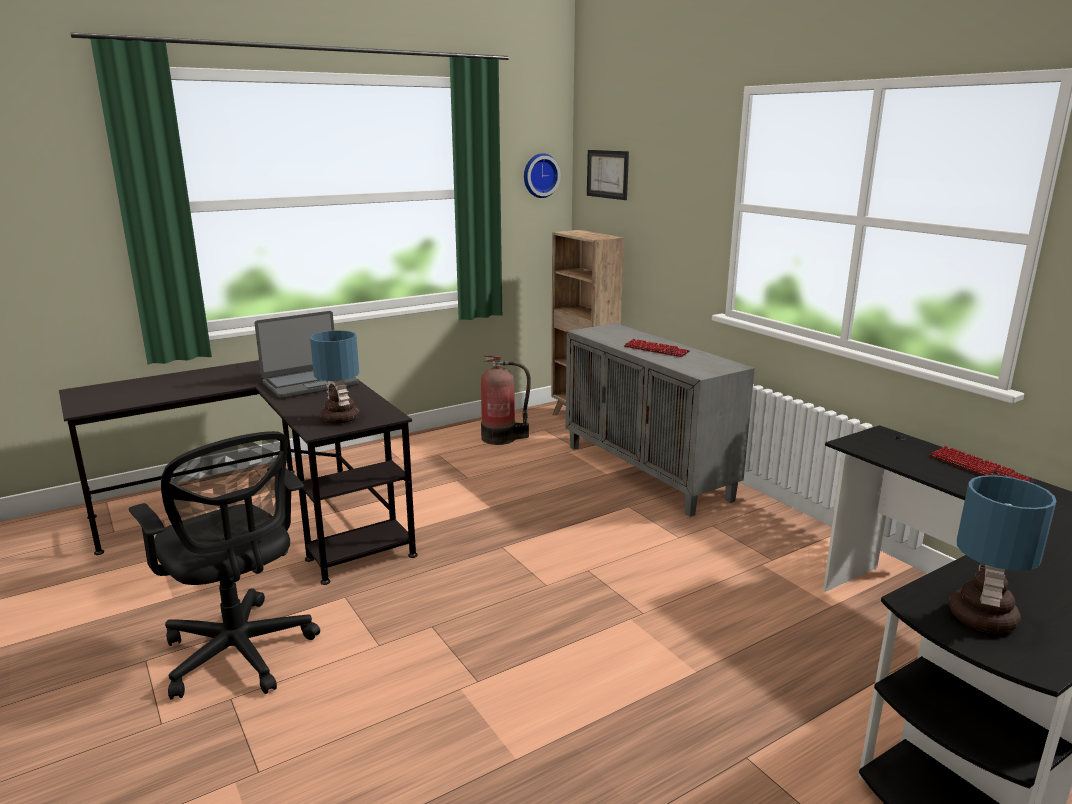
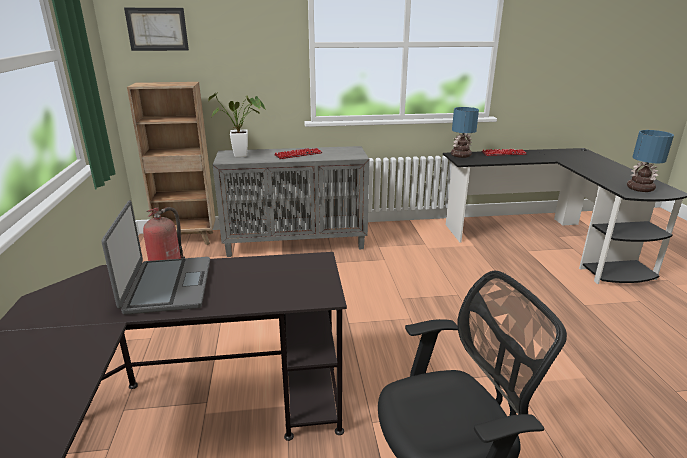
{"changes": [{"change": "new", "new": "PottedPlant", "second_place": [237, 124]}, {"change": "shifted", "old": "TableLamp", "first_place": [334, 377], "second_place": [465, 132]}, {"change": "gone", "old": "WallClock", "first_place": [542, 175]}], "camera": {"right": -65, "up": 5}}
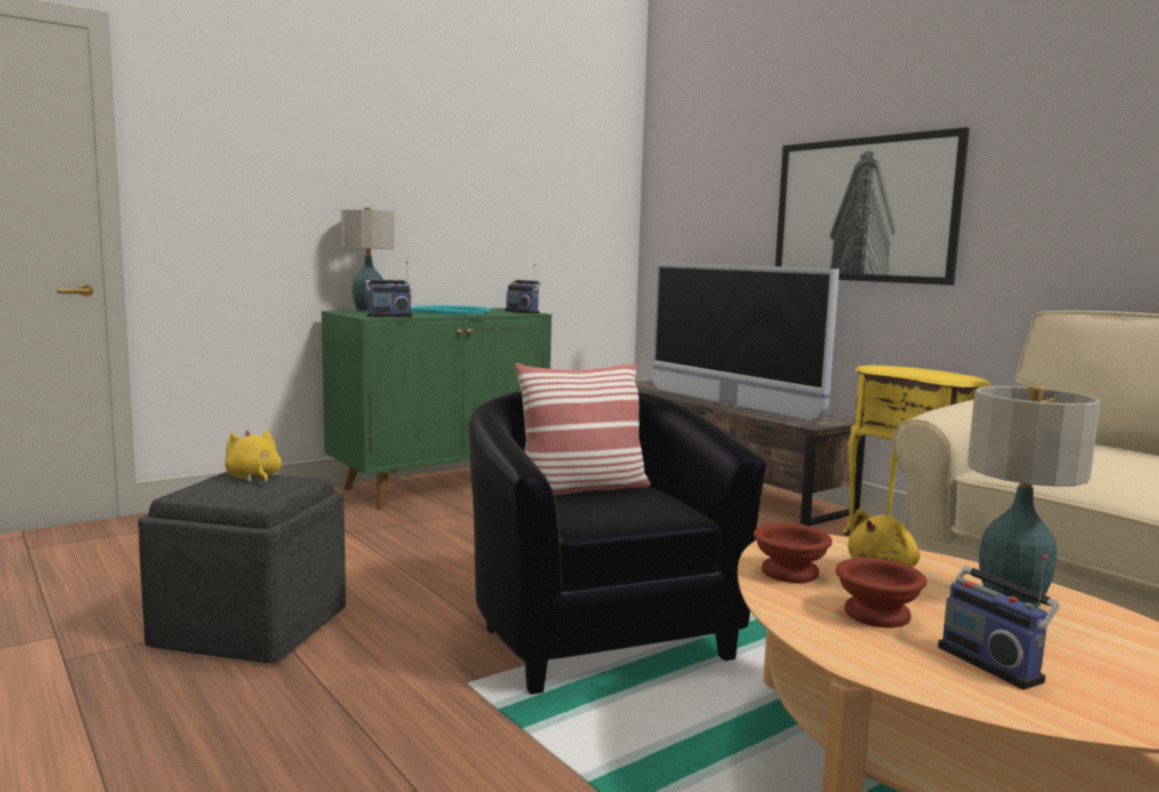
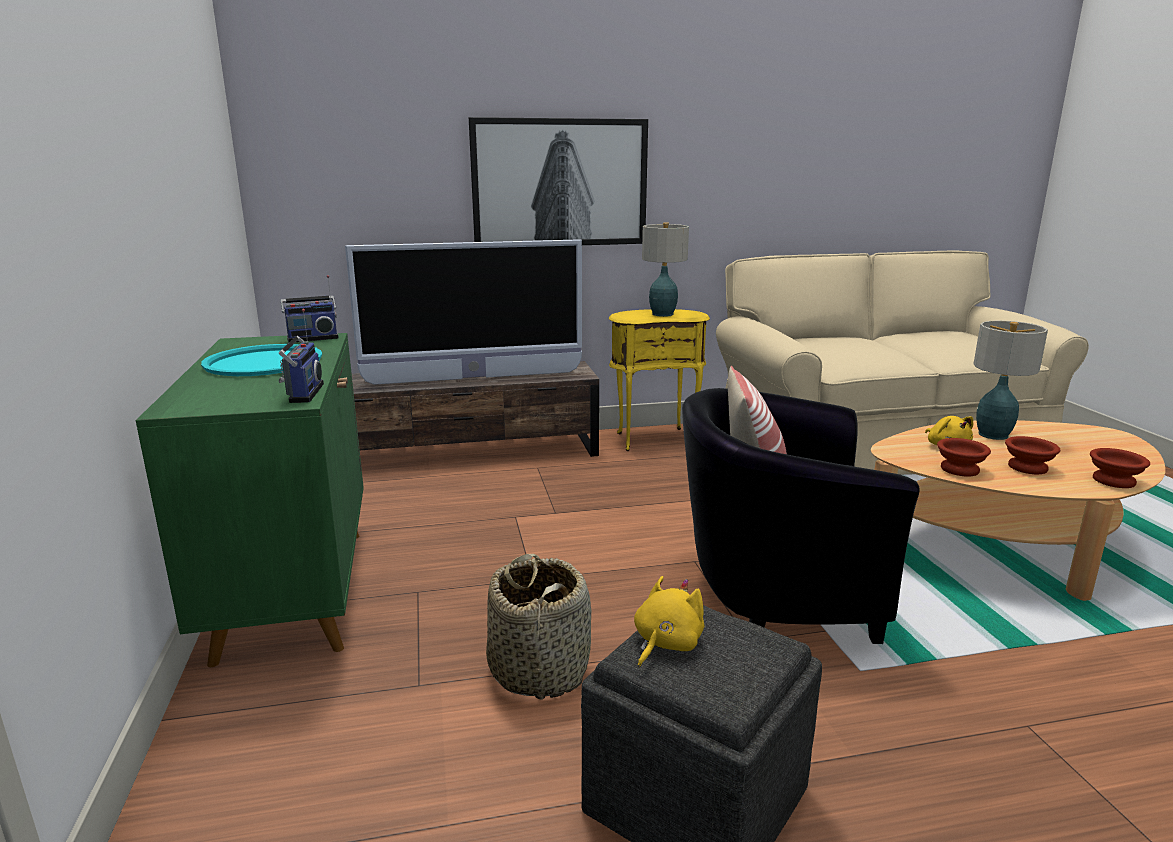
{"changes": [{"change": "new", "new": "Basket", "second_place": [538, 627]}, {"change": "rotated", "old": "YellowPlushToy", "first_place": [253, 456], "second_place": [669, 622], "degrees": 135}, {"change": "shifted", "old": "TableLamp", "first_place": [367, 259], "second_place": [665, 269]}, {"change": "new", "new": "BrownBowl", "second_place": [1120, 468]}, {"change": "gone", "old": "Radio", "first_place": [999, 622]}], "camera": {"right": -65, "up": 10}}
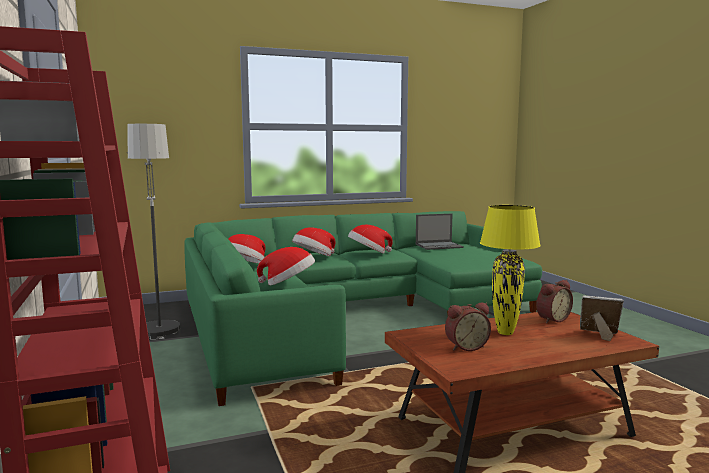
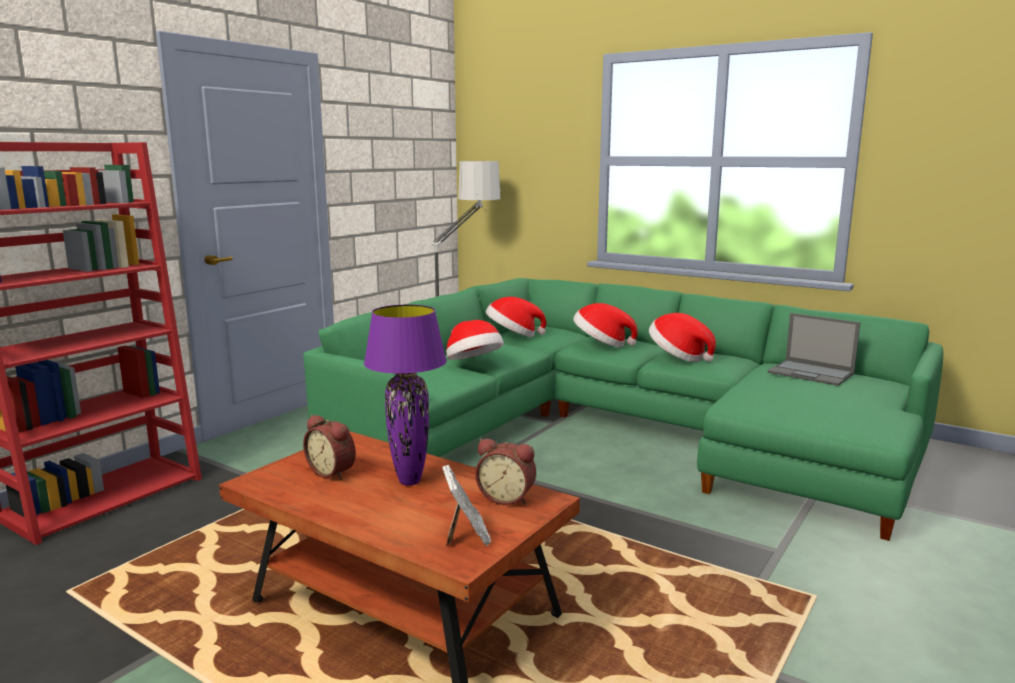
{"changes": [{"change": "repainted", "old": "YellowTableLamp", "new": "PurpleTableLamp", "first_place": [510, 270], "second_place": [405, 395]}], "camera": {"right": 55, "up": 5}}
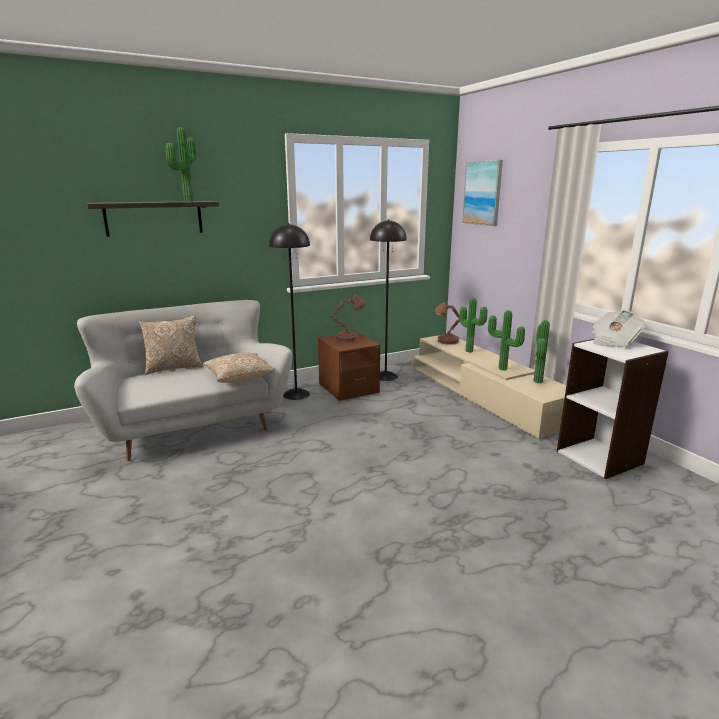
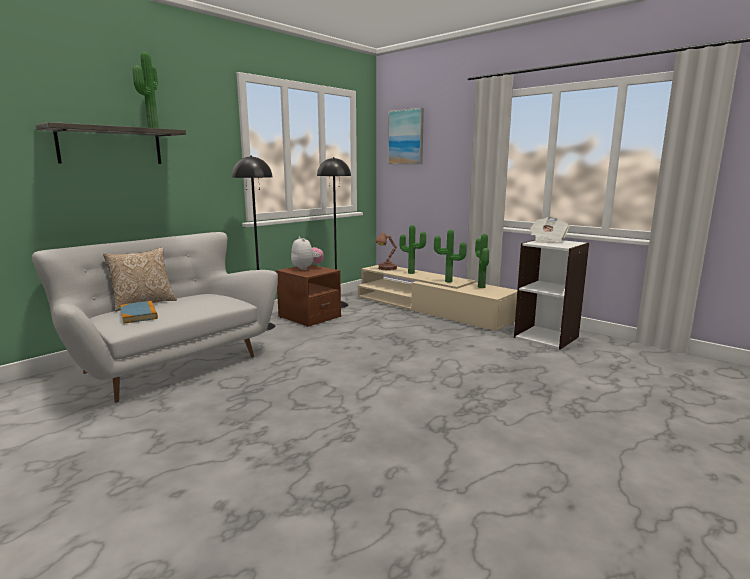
{"changes": [{"change": "new", "new": "Book", "second_place": [139, 312]}, {"change": "swapped", "old": "BrownTableLamp", "new": "PlushToy", "first_place": [348, 318], "second_place": [307, 253]}, {"change": "gone", "old": "Pillow", "first_place": [238, 368]}], "camera": {"right": -20, "up": -5}}
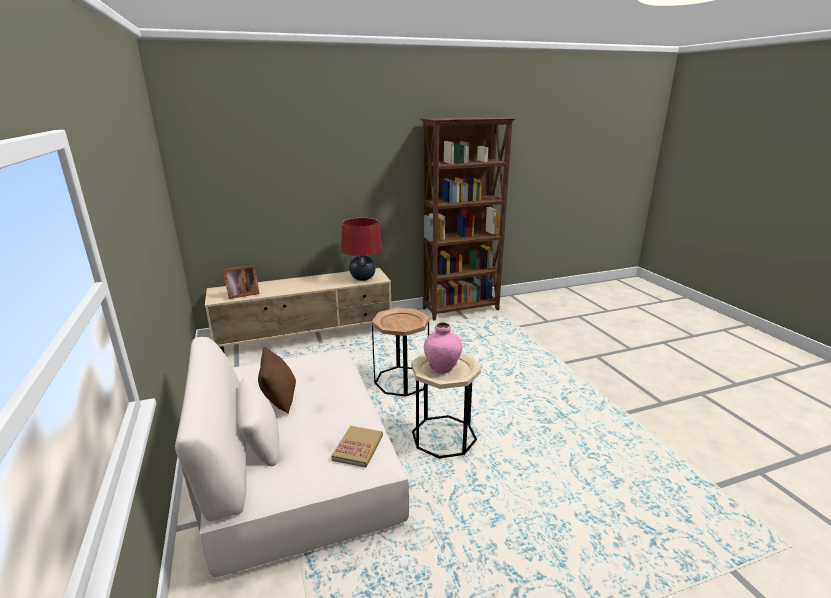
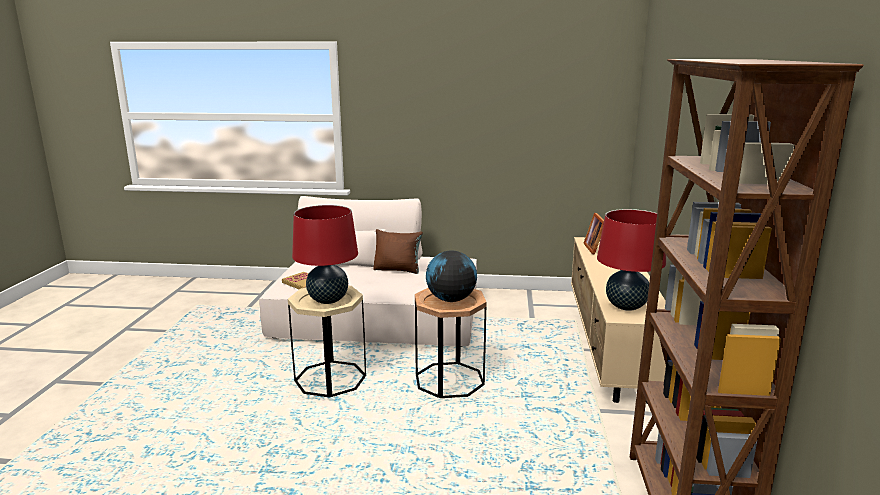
{"changes": [{"change": "swapped", "old": "PinkVase", "new": "RedTableLamp", "first_place": [443, 348], "second_place": [325, 254]}, {"change": "new", "new": "Globe", "second_place": [451, 276]}], "camera": {"right": 115, "up": -5}}
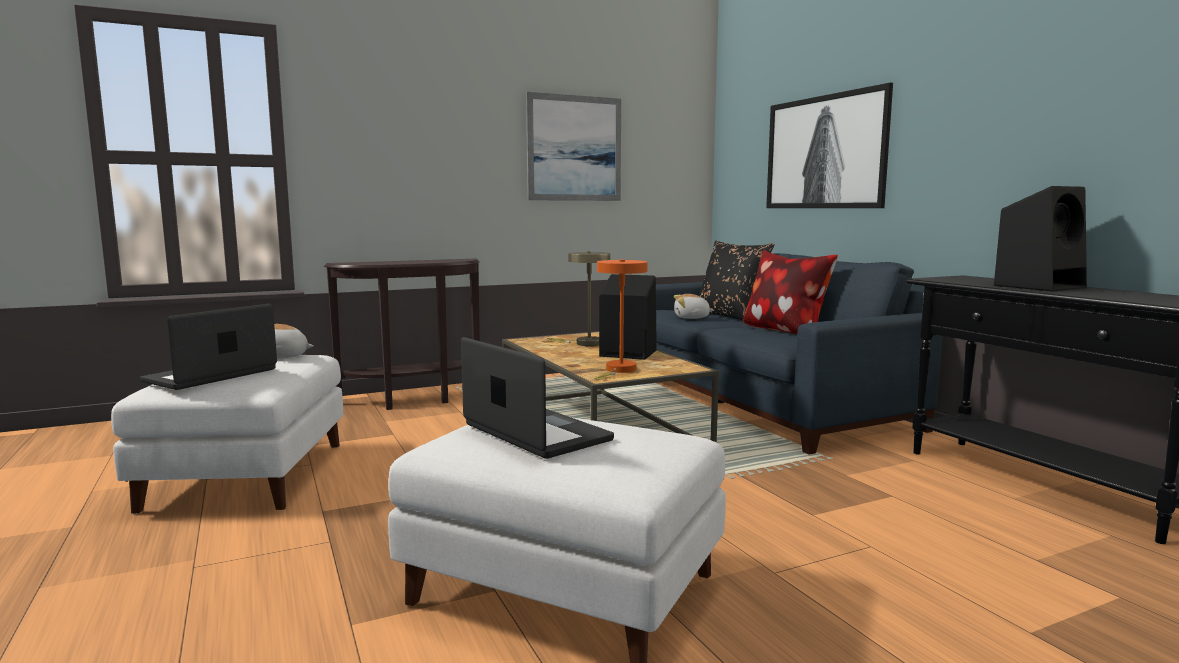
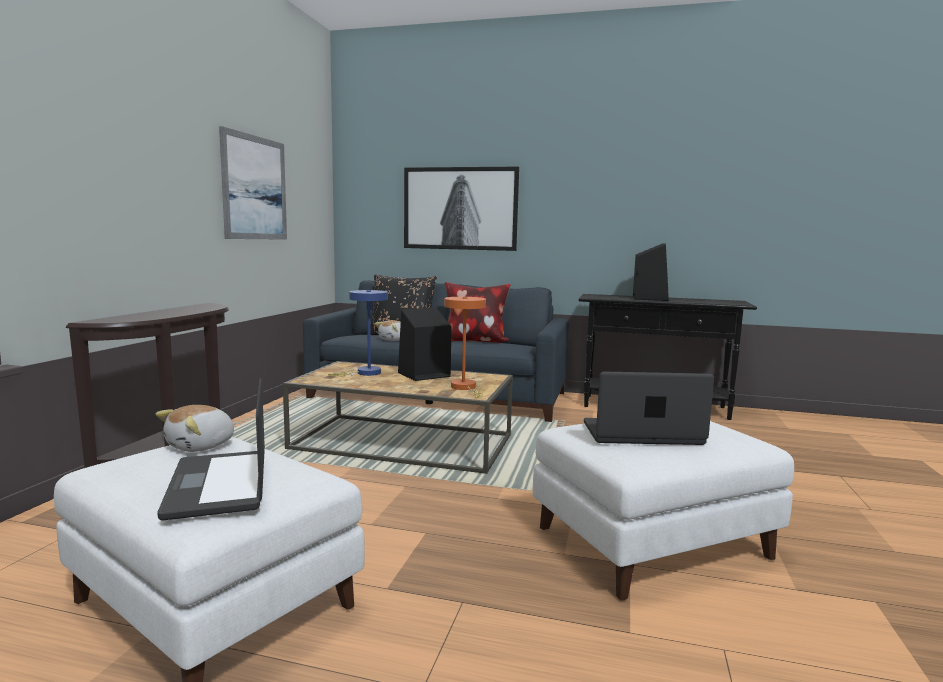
{"changes": [{"change": "repainted", "old": "BeigeTableLamp", "new": "BlueTableLamp", "first_place": [578, 298], "second_place": [358, 333]}], "camera": {"right": -50, "up": 0}}
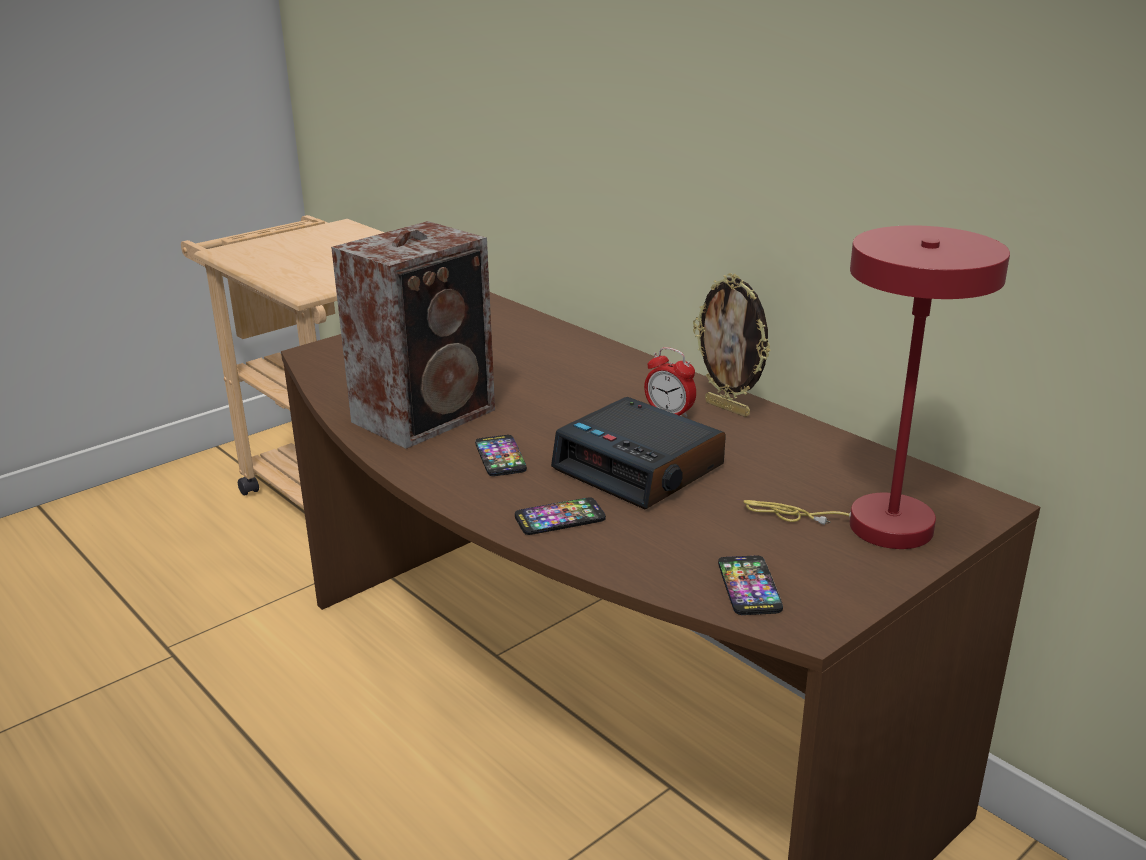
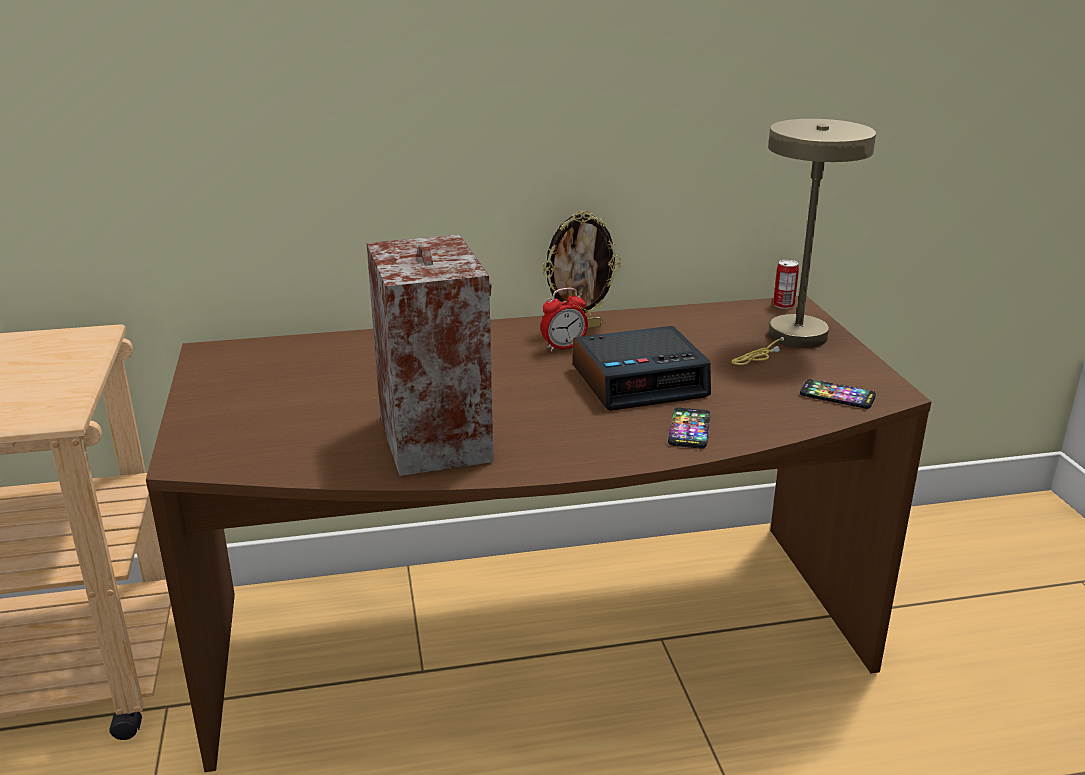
{"changes": [{"change": "repainted", "old": "RedTableLamp", "new": "BeigeTableLamp", "first_place": [876, 387], "second_place": [804, 242]}, {"change": "new", "new": "Can", "second_place": [786, 284]}, {"change": "gone", "old": "Phone", "first_place": [501, 455]}], "camera": {"right": -60, "up": 0}}
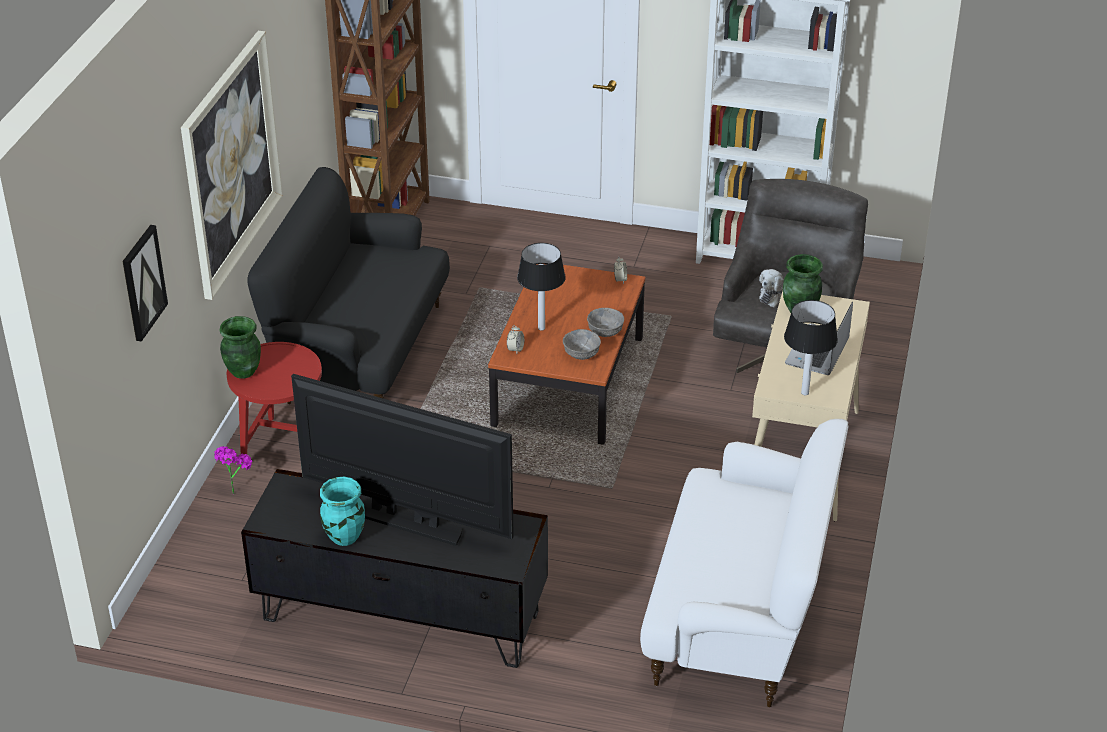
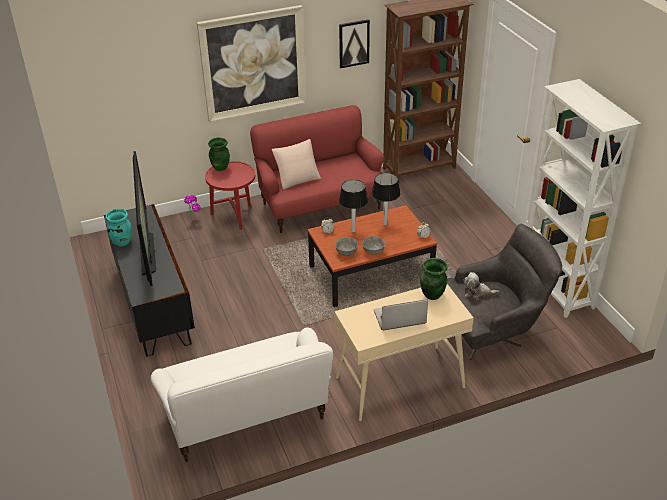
{"changes": [{"change": "repainted", "old": "BlackSofa", "new": "RedSofa", "first_place": [348, 285], "second_place": [317, 169]}, {"change": "new", "new": "BeigePillow", "second_place": [296, 164]}, {"change": "shifted", "old": "Picture", "first_place": [145, 283], "second_place": [354, 43]}, {"change": "shifted", "old": "TableLamp", "first_place": [811, 347], "second_place": [386, 199]}], "camera": {"right": 55, "up": 0}}
